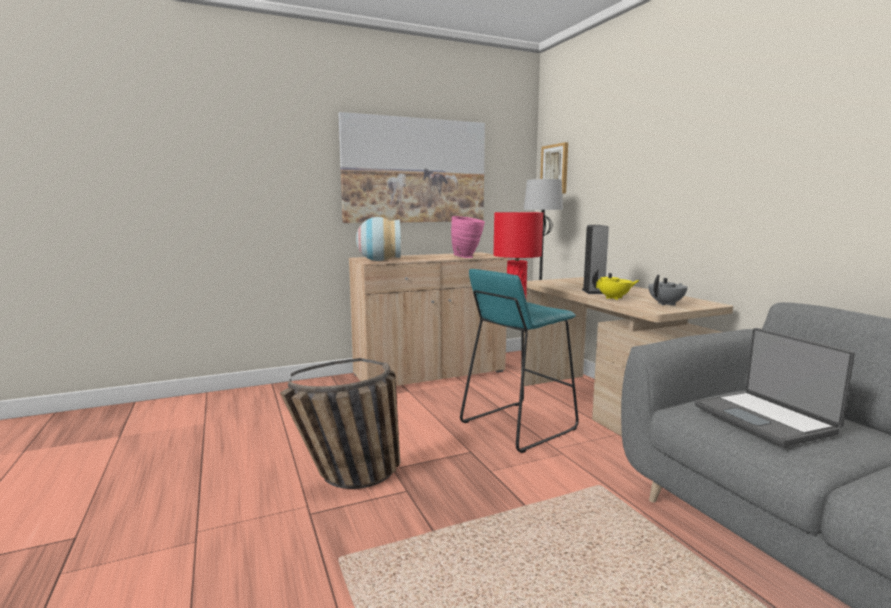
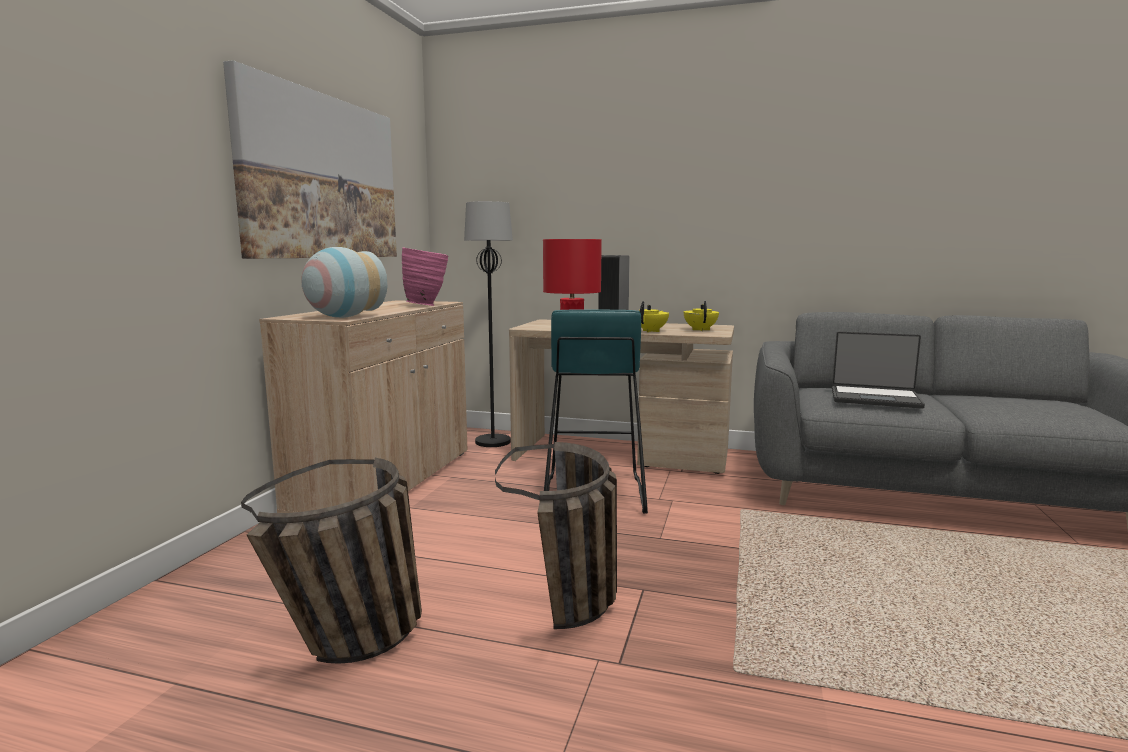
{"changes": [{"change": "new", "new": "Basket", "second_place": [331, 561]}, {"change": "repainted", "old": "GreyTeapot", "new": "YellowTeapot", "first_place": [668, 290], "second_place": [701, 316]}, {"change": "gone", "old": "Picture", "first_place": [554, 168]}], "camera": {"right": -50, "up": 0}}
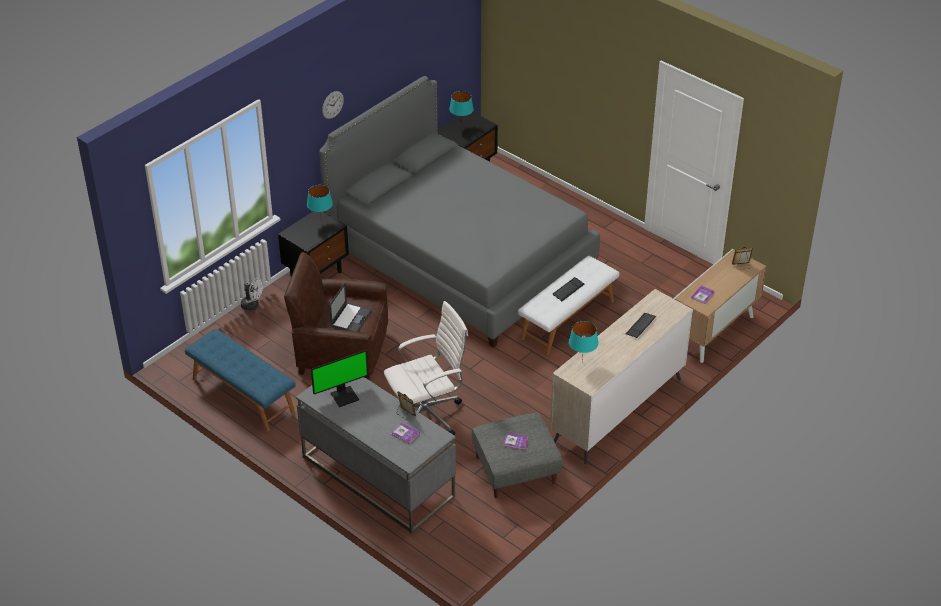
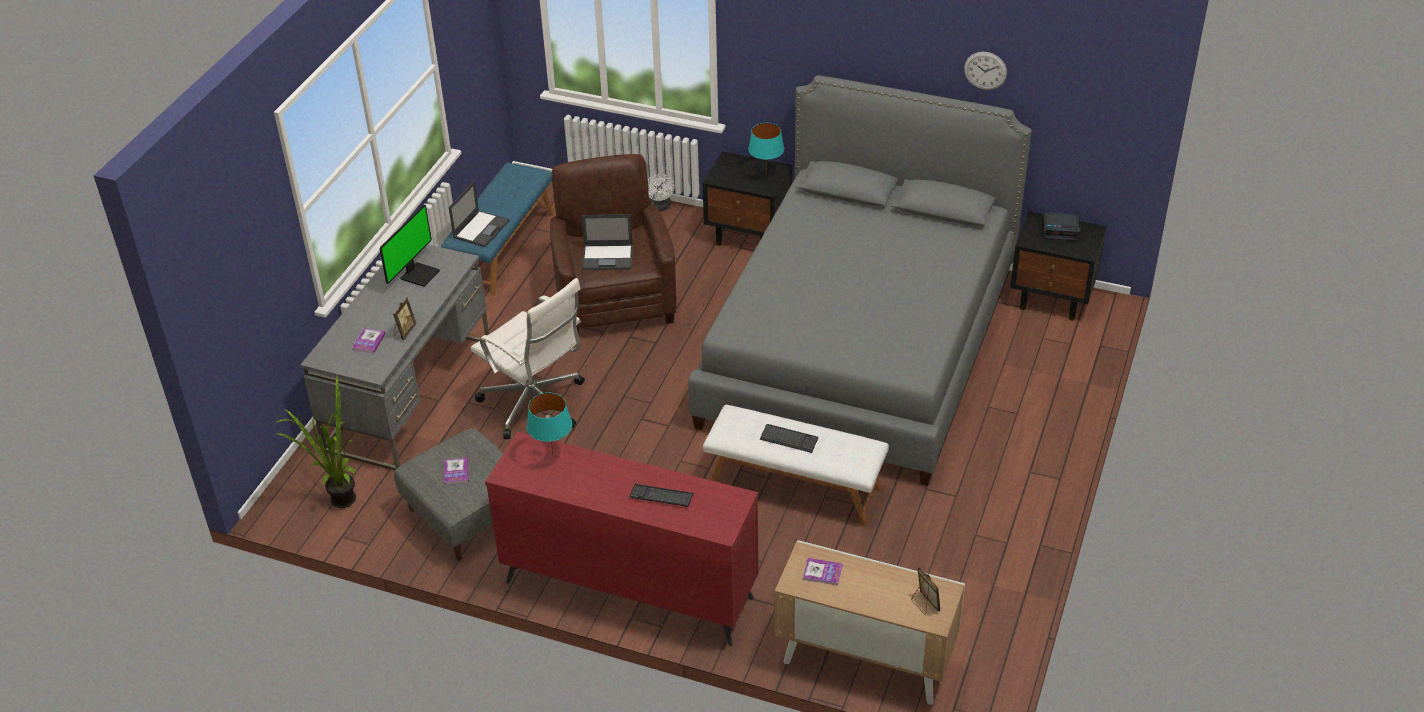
{"changes": [{"change": "new", "new": "PottedPlant", "second_place": [316, 441]}, {"change": "rotated", "old": "Monitor", "first_place": [339, 378], "second_place": [410, 246], "degrees": -105}, {"change": "new", "new": "Laptop", "second_place": [479, 214]}, {"change": "repainted", "old": "BeigeDresser", "new": "RedDresser", "first_place": [621, 376], "second_place": [621, 539]}, {"change": "shifted", "old": "WallClock", "first_place": [333, 105], "second_place": [985, 71]}, {"change": "swapped", "old": "TurquoiseTableLamp", "new": "AlarmClock", "first_place": [461, 109], "second_place": [1062, 226]}], "camera": {"right": 70, "up": 0}}
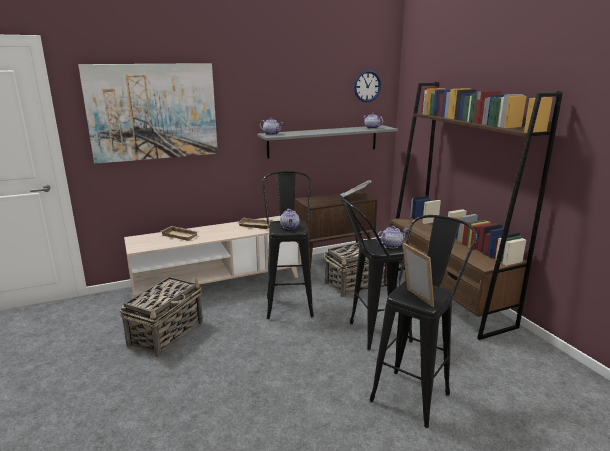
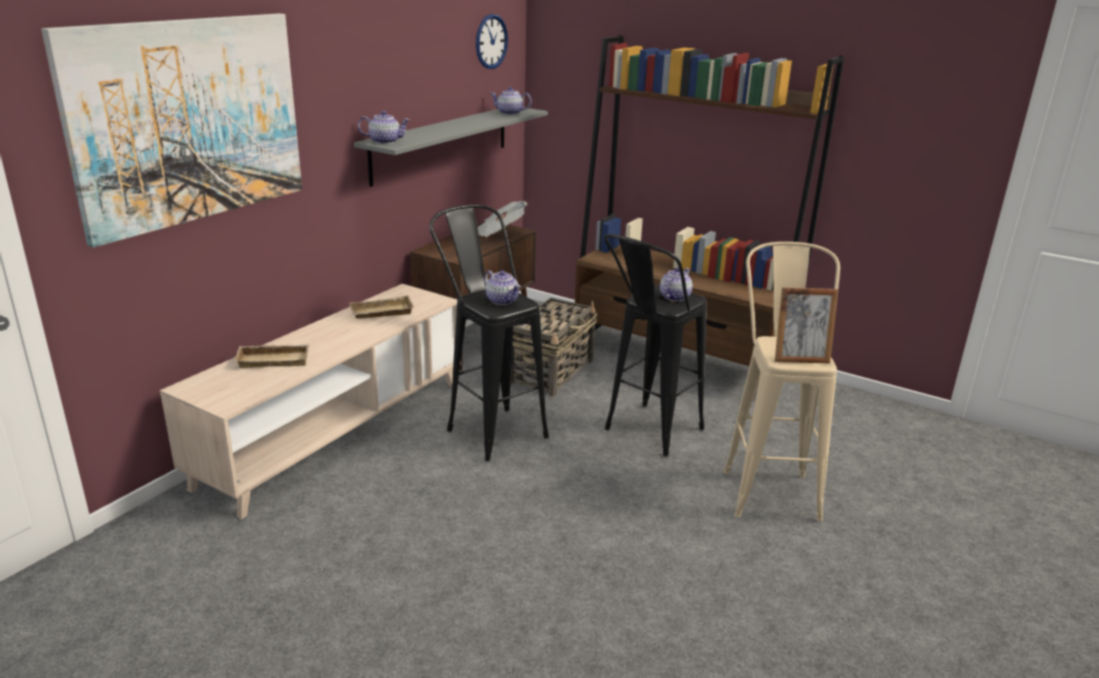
{"changes": [{"change": "repainted", "old": "BlackStool", "new": "BeigeStool", "first_place": [423, 321], "second_place": [781, 382]}, {"change": "rotated", "old": "PictureFrame", "first_place": [418, 275], "second_place": [807, 325], "degrees": 150}, {"change": "gone", "old": "Basket", "first_place": [161, 316]}], "camera": {"right": -35, "up": 5}}
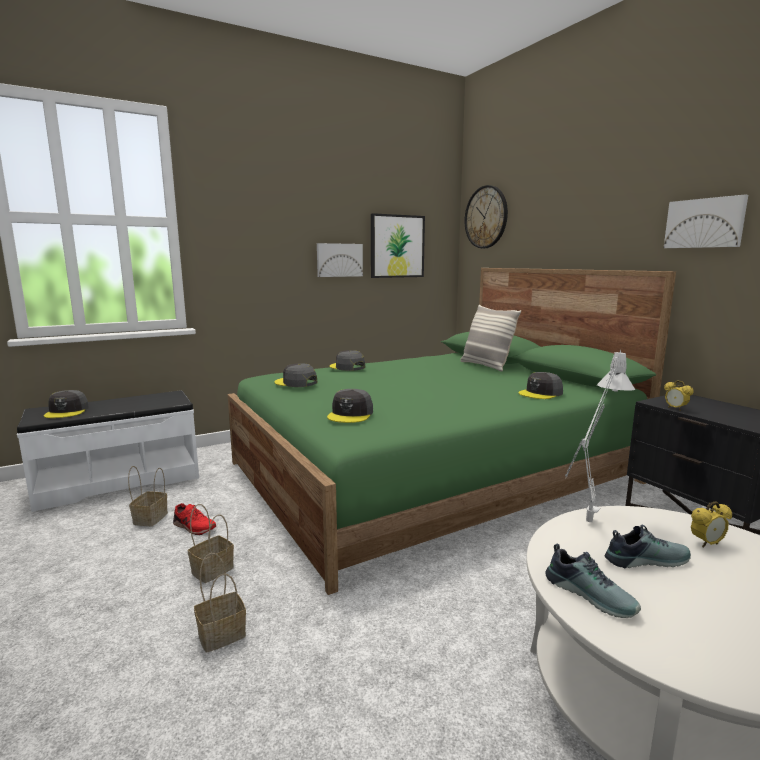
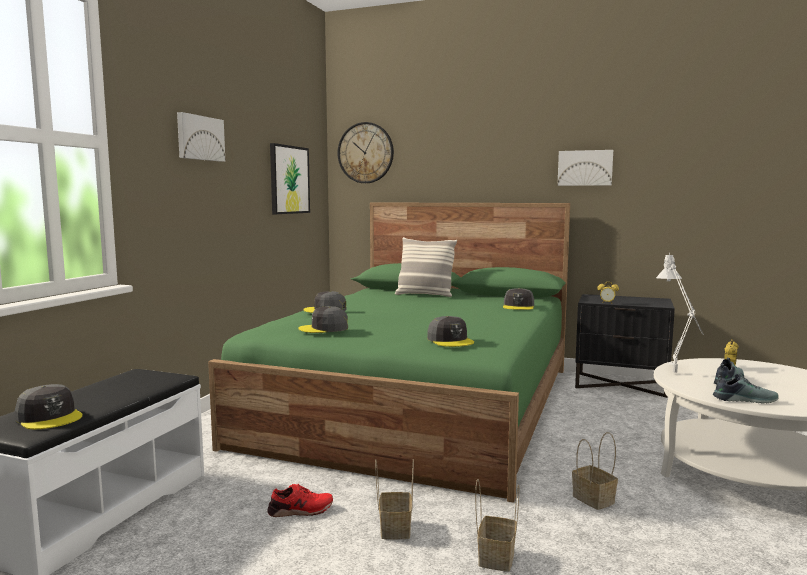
{"changes": [{"change": "shifted", "old": "Picture", "first_place": [340, 260], "second_place": [201, 137]}, {"change": "shifted", "old": "Basket", "first_place": [148, 496], "second_place": [595, 471]}], "camera": {"right": -40, "up": -5}}
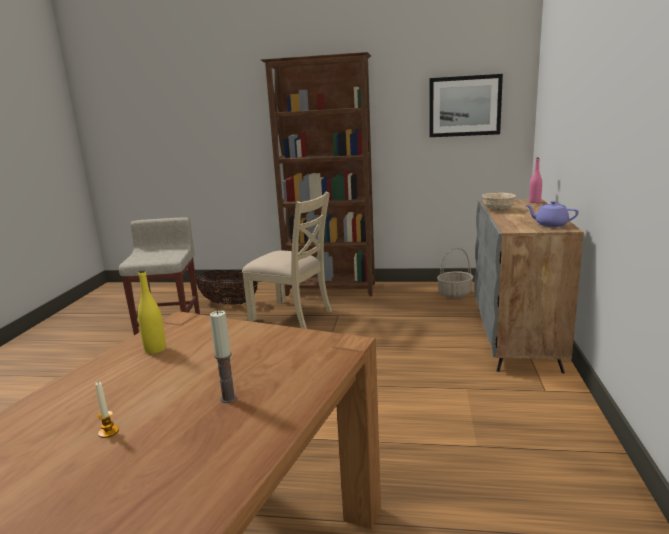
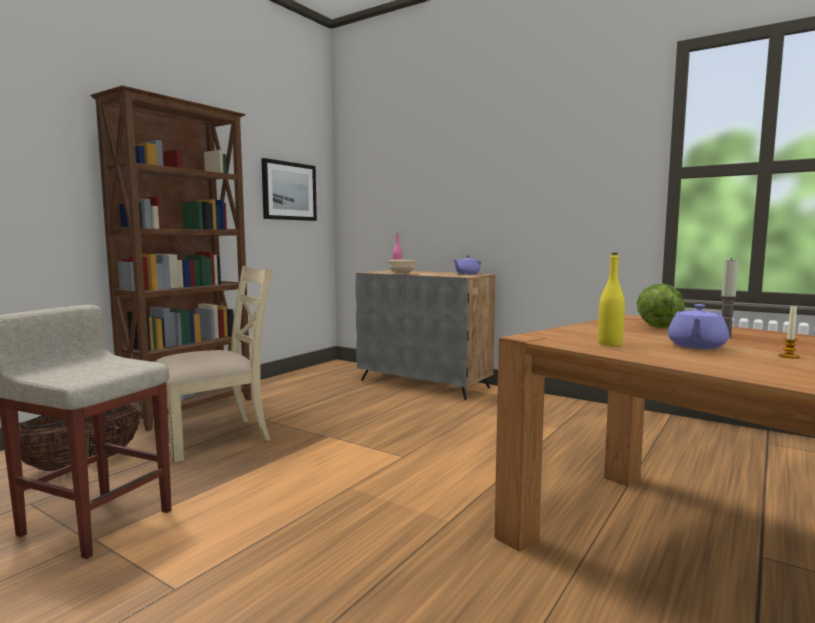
{"changes": [{"change": "new", "new": "Lettuce", "second_place": [661, 306]}, {"change": "new", "new": "PurpleTeapot", "second_place": [698, 326]}, {"change": "gone", "old": "Basket", "first_place": [455, 273]}], "camera": {"right": -65, "up": -10}}
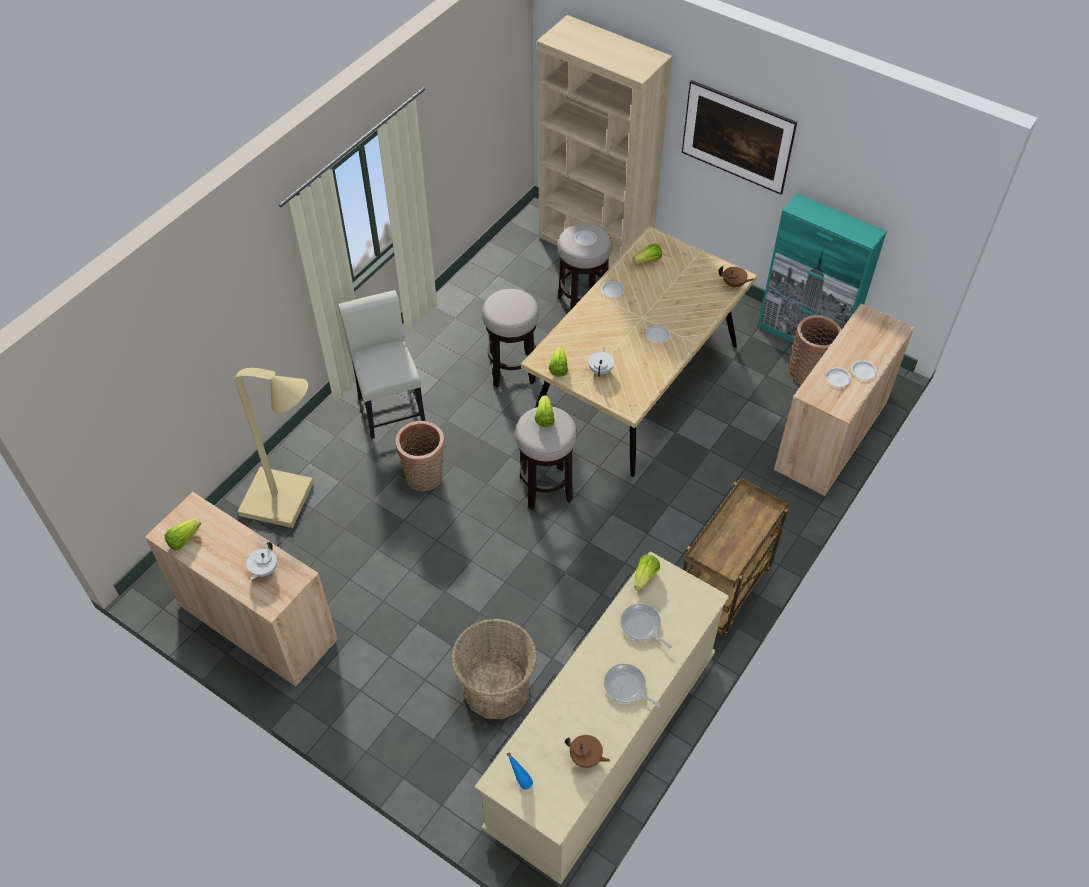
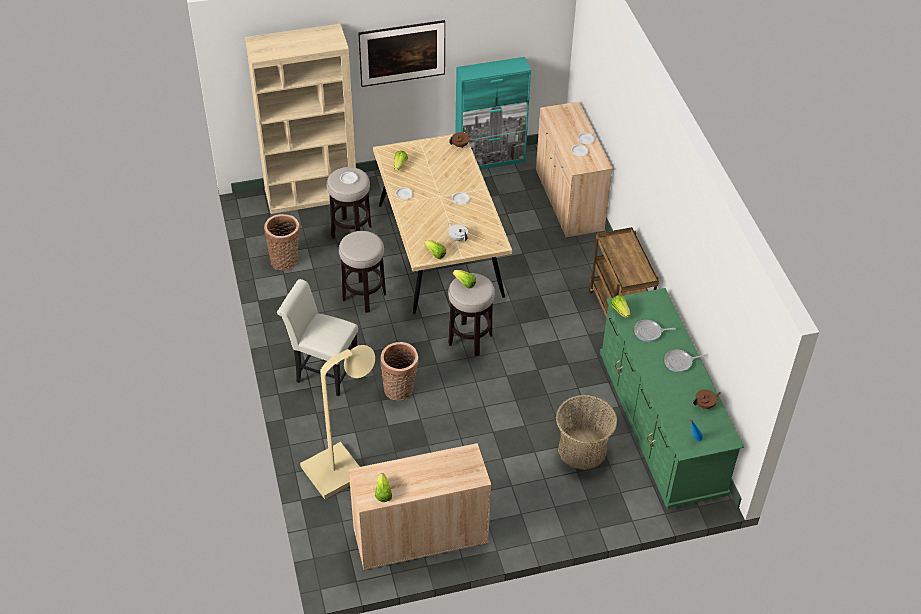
{"changes": [{"change": "shifted", "old": "Basket", "first_place": [814, 349], "second_place": [282, 242]}, {"change": "repainted", "old": "BeigeDresser", "new": "GreenDresser", "first_place": [602, 718], "second_place": [672, 398]}, {"change": "gone", "old": "WhiteTeapot", "first_place": [261, 561]}], "camera": {"right": -50, "up": -5}}
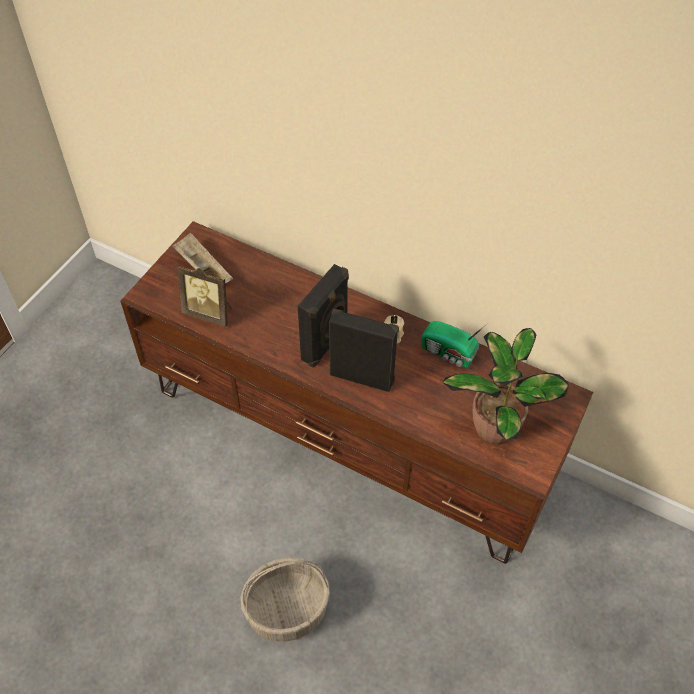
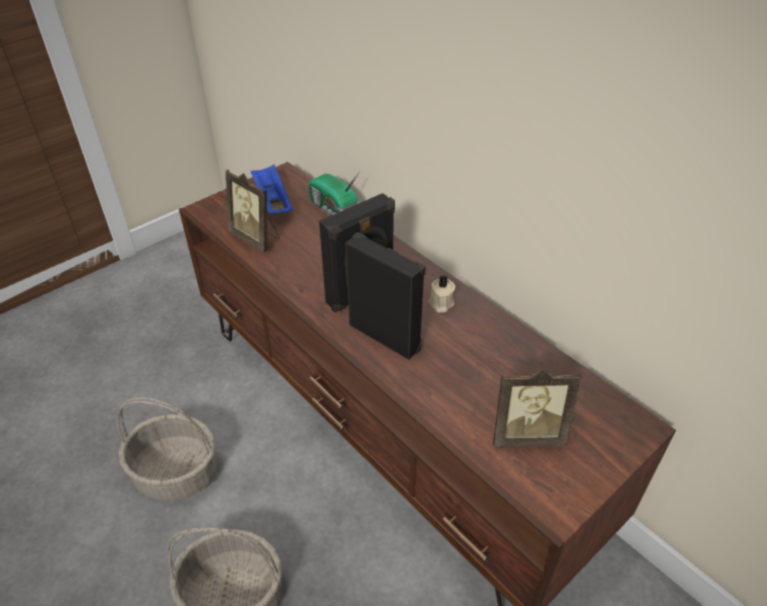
{"changes": [{"change": "new", "new": "Basket", "second_place": [167, 449]}, {"change": "repainted", "old": "BeigeTray", "new": "BlueTray", "first_place": [203, 258], "second_place": [271, 189]}, {"change": "shifted", "old": "Radio", "first_place": [454, 344], "second_place": [334, 193]}, {"change": "swapped", "old": "PottedPlant", "new": "PictureFrame", "first_place": [505, 386], "second_place": [537, 407]}], "camera": {"right": 20, "up": -10}}
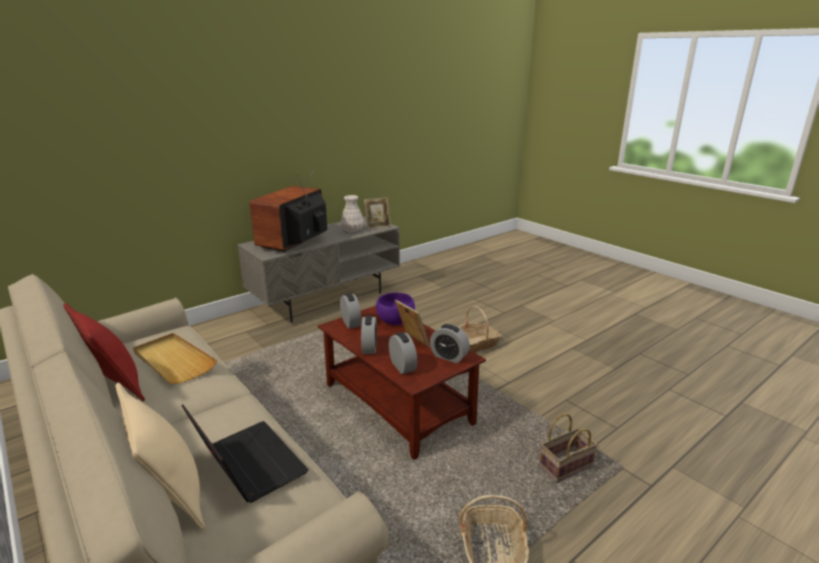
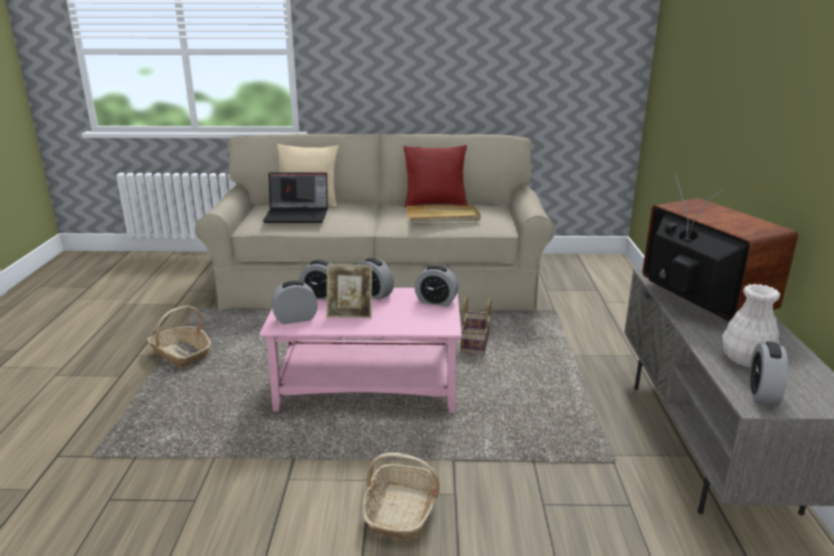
{"changes": [{"change": "repainted", "old": "BrownCoffeeTable", "new": "PinkCoffeeTable", "first_place": [402, 383], "second_place": [360, 350]}, {"change": "shifted", "old": "Basket", "first_place": [568, 448], "second_place": [475, 326]}, {"change": "swapped", "old": "PictureFrame", "new": "AlarmClock", "first_place": [377, 213], "second_place": [768, 374]}, {"change": "gone", "old": "PurpleBowl", "first_place": [395, 308]}], "camera": {"right": 130, "up": 0}}
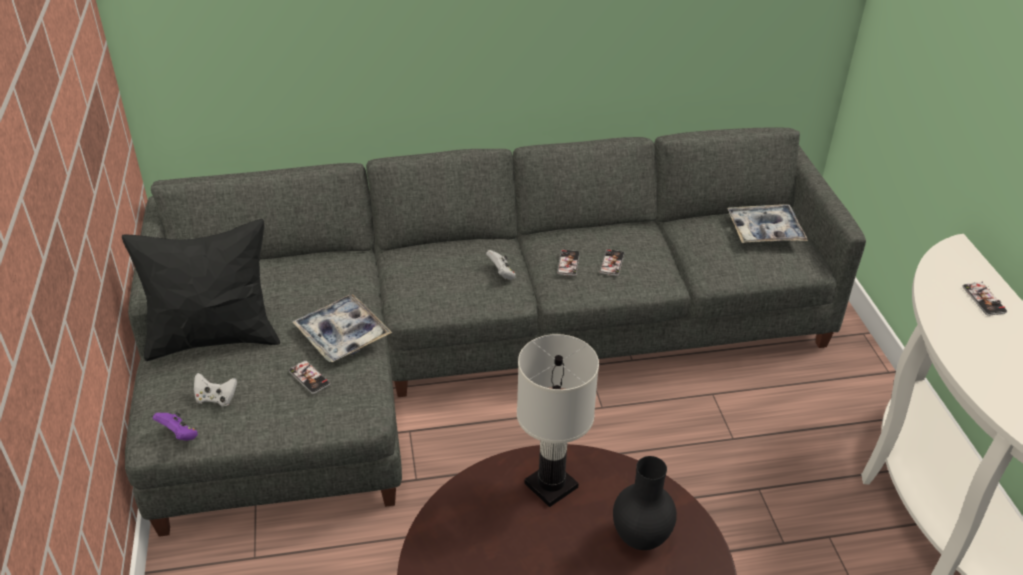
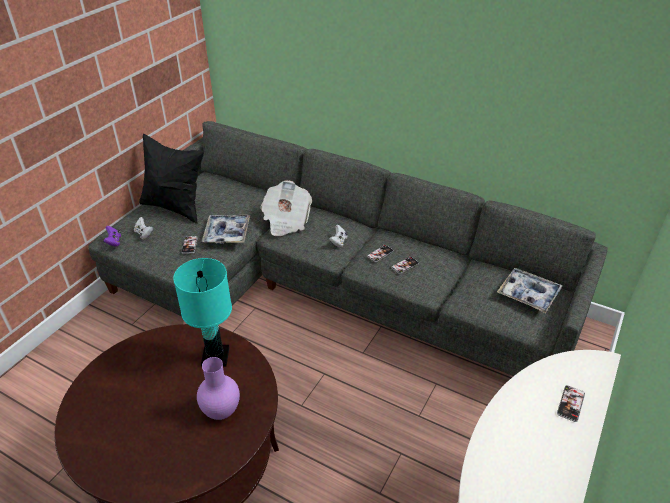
{"changes": [{"change": "repainted", "old": "WhiteTableLamp", "new": "TurquoiseTableLamp", "first_place": [558, 420], "second_place": [202, 312]}, {"change": "repainted", "old": "BlackVase", "new": "PurpleVase", "first_place": [645, 503], "second_place": [218, 388]}, {"change": "new", "new": "Newspaper", "second_place": [286, 209]}], "camera": {"right": 40, "up": 0}}
